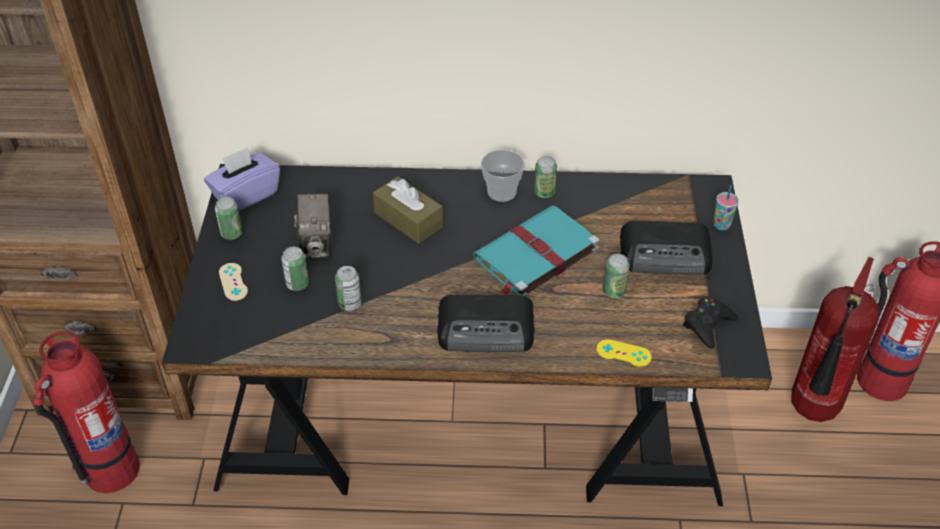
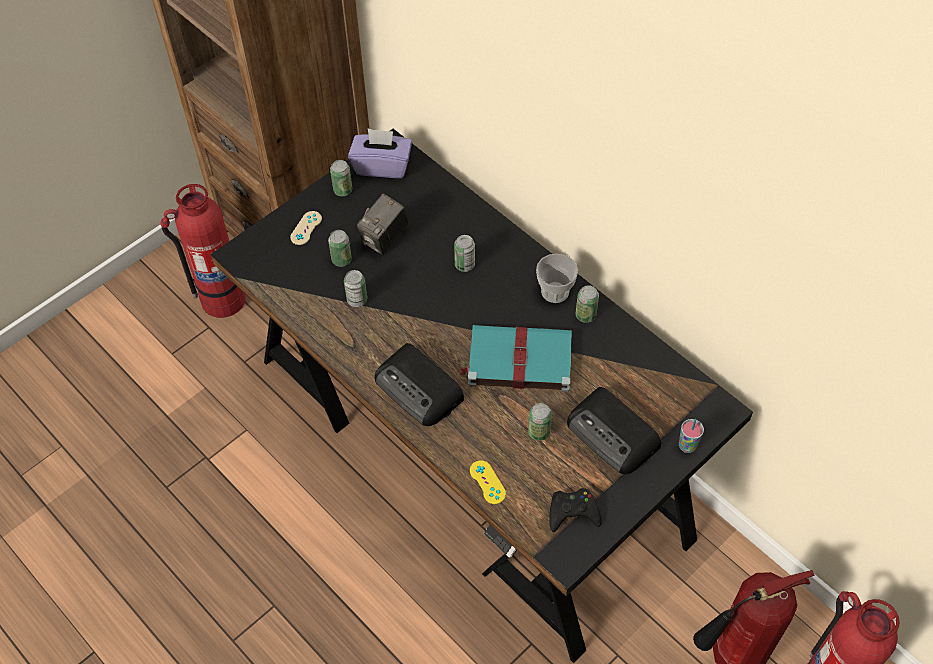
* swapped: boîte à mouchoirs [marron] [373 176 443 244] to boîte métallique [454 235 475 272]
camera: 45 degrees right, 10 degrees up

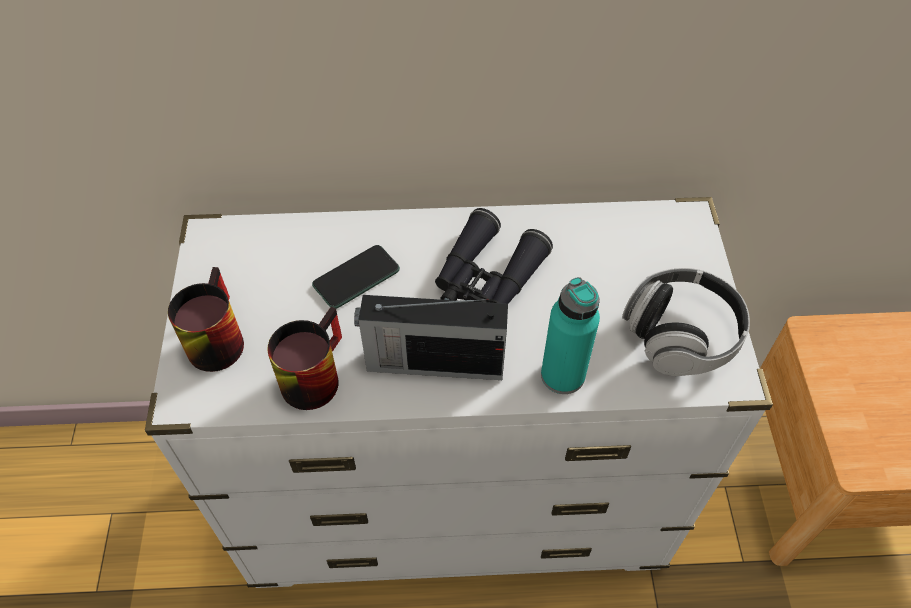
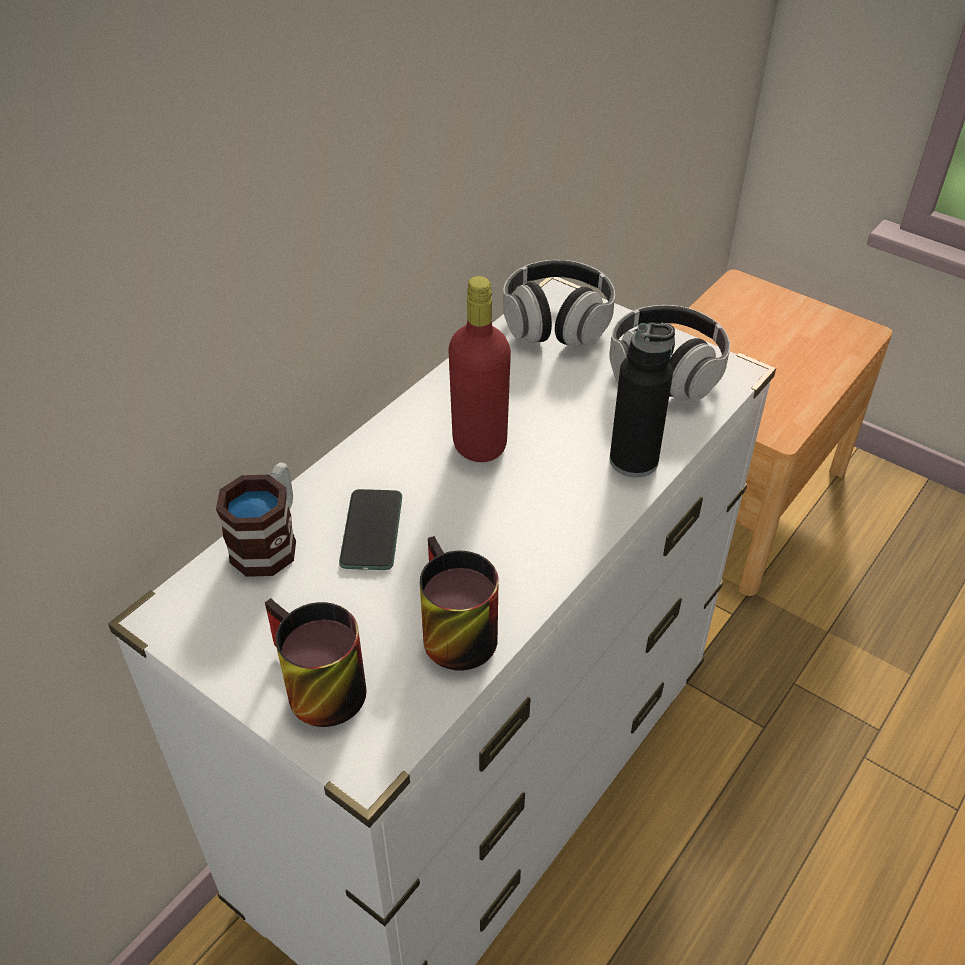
* gone: radio [354 295 508 380]
* swapped: jumelles [noir] [435 208 553 304] to bouteille [rouge] [448 276 511 462]
* repainted: bouteille [turquoise] [541 277 600 394] to bouteille [noir] [610 322 675 477]
* new: mug [216 463 296 577]
* new: casque audio [503 260 615 347]
camera: 50 degrees left, 10 degrees down

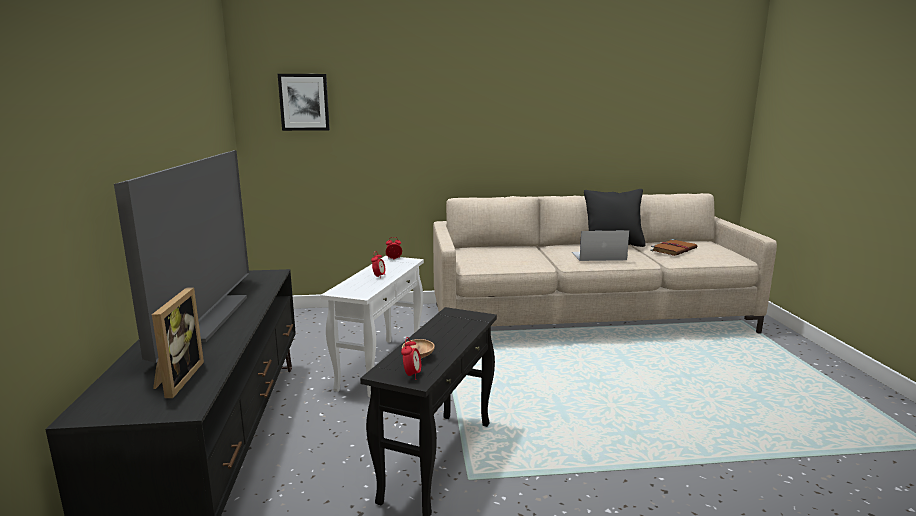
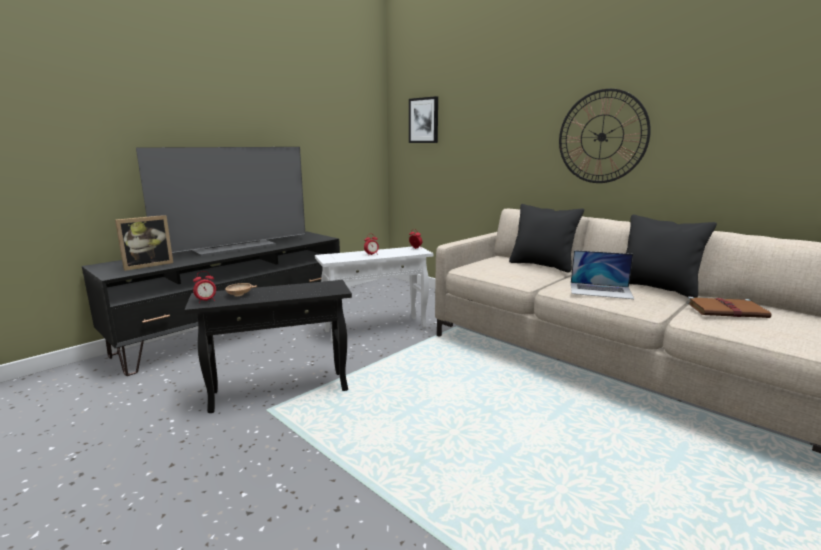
* rotated: ordinateur portable [572 230 629 261] = [571 250 634 299] 150 degrees clockwise
* new: coussin [noir] [509 204 584 272]
* new: horloge murale [559 89 651 183]
camera: 50 degrees right, 0 degrees up

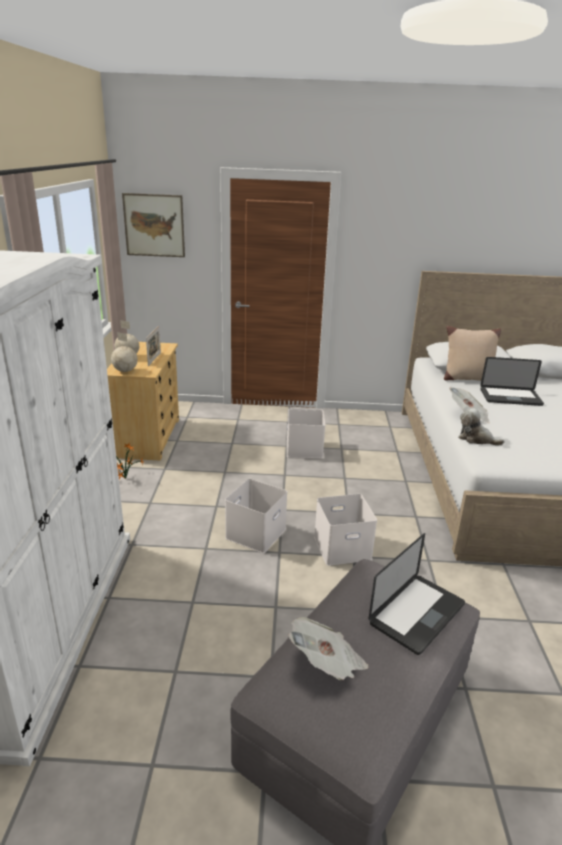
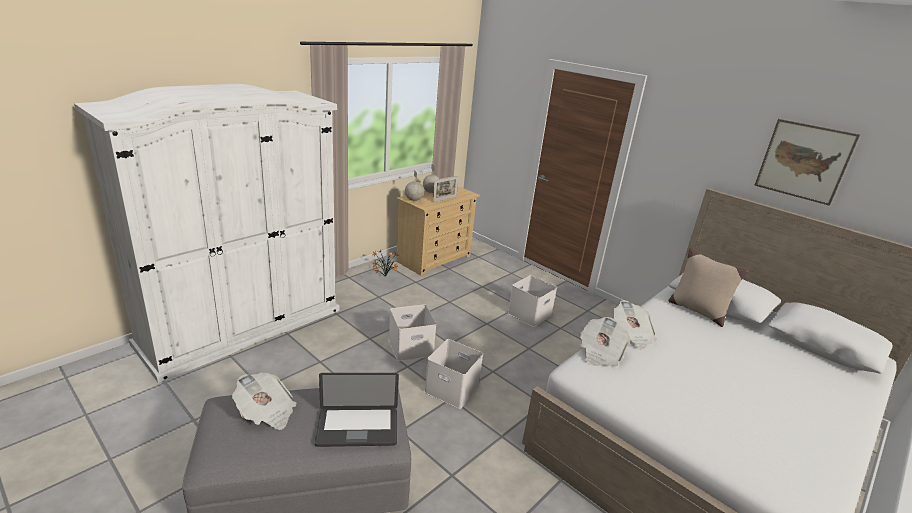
* shifted: tableau [122 193 185 257] to [754 119 860 206]
* swapped: peluche [458 408 505 446] to journal [580 317 630 366]
* gone: ordinateur portable [480 357 544 406]
camera: 40 degrees right, 0 degrees up

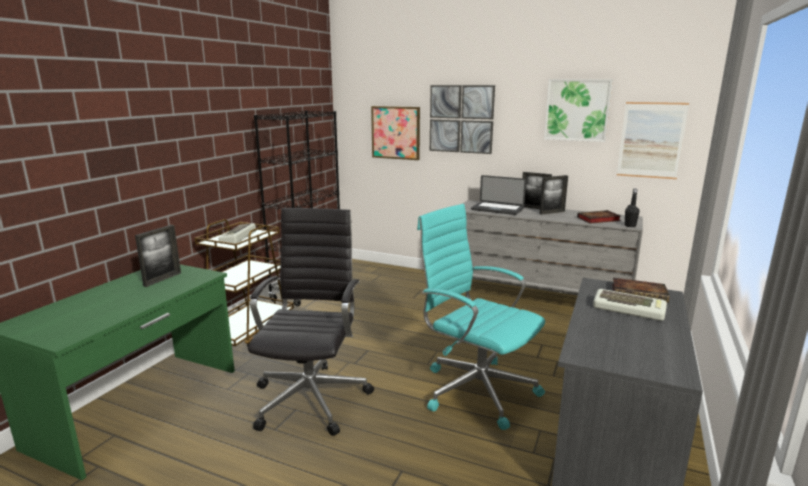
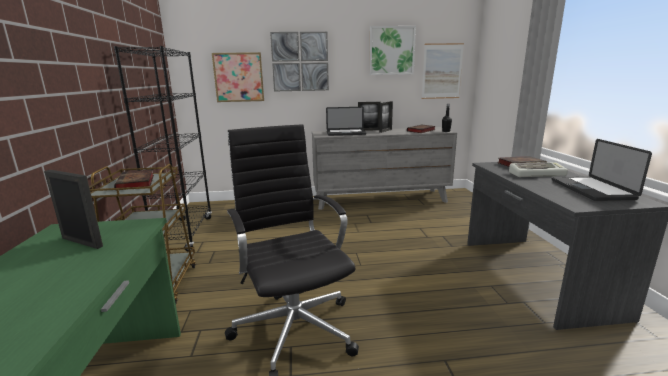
* rotated: cadre photo [135 225 181 287] = [44 170 103 249] 60 degrees counterclockwise
* swapped: clavier [219 223 256 244] to livre [114 169 154 190]
* gone: chaise de bureau [turquoise] [417 204 545 430]
* new: ordinateur portable [552 139 652 201]
camera: 30 degrees left, 0 degrees up

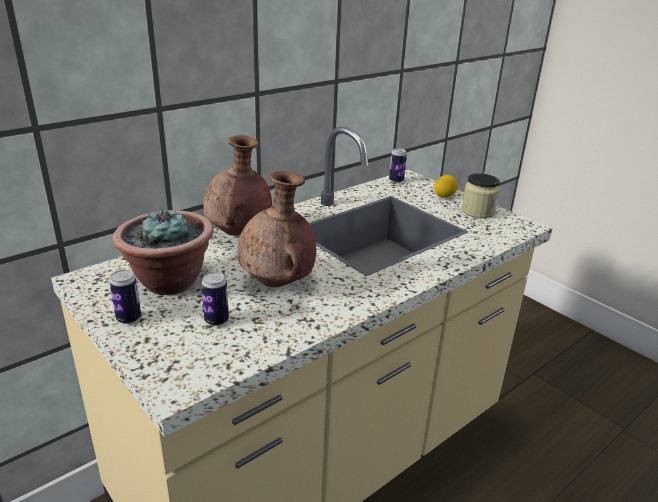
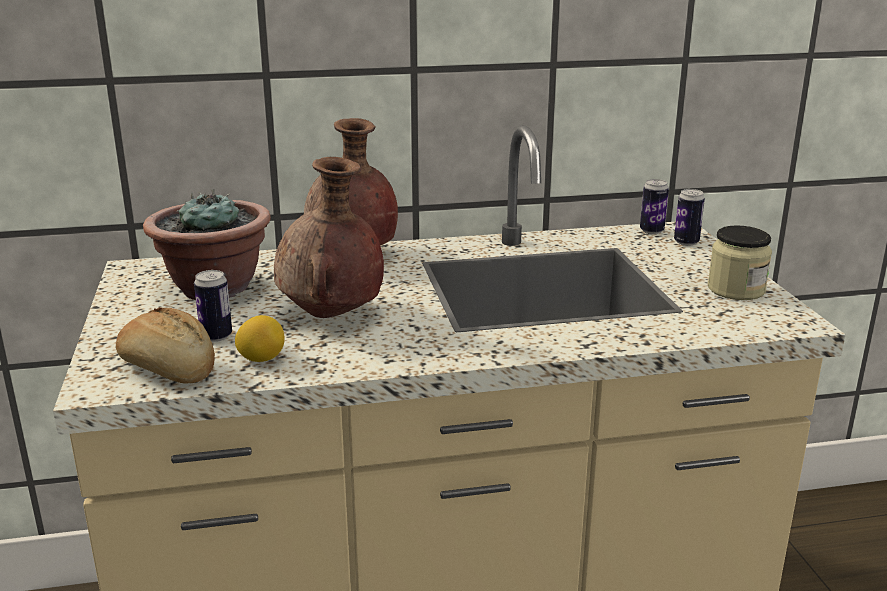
* shifted: boîte métallique [110 270 141 324] to [674 189 705 246]
* shifted: citron [434 175 458 198] to [235 315 285 362]
* new: pain [116 307 215 384]
camera: 30 degrees right, 5 degrees down

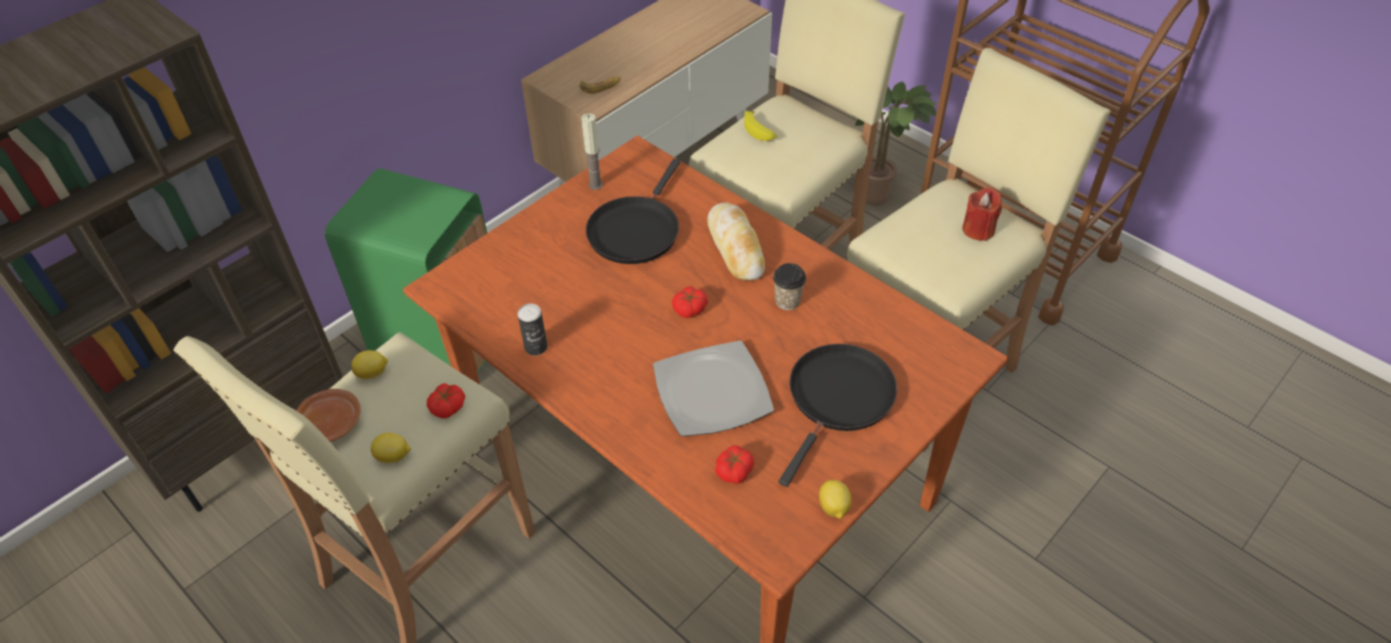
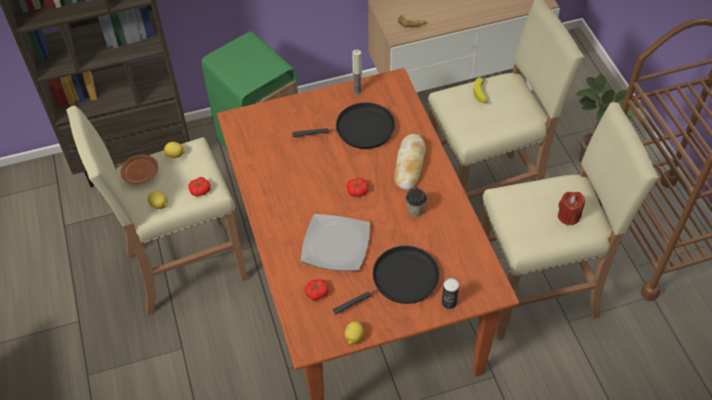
* shifted: boîte métallique [518 304 548 356] to [442 278 459 309]
* rotated: poêle [noir] [586 159 680 264] = [292 102 395 149] 150 degrees counterclockwise
camera: 30 degrees right, 5 degrees up

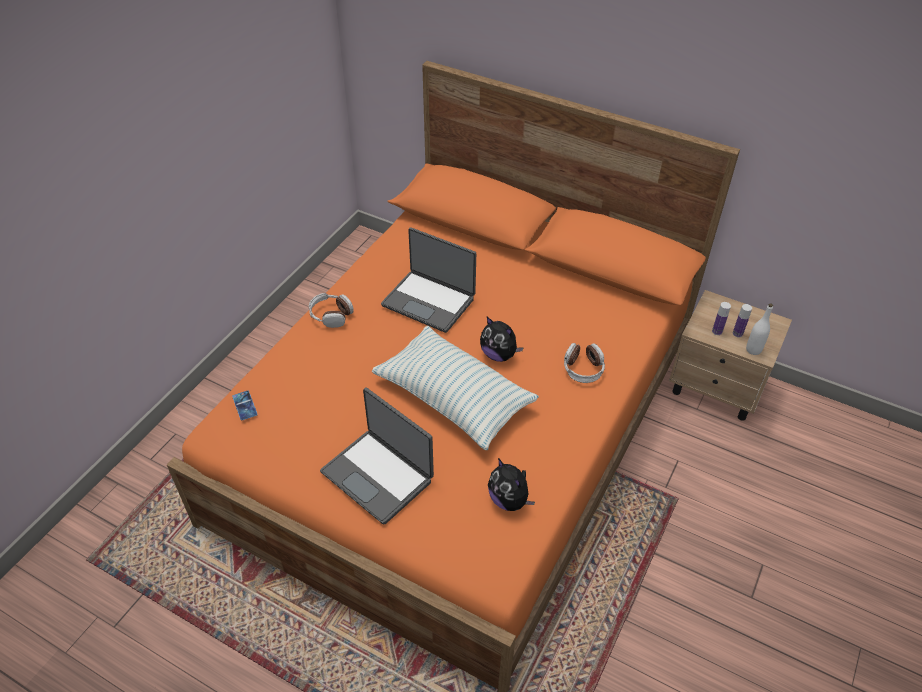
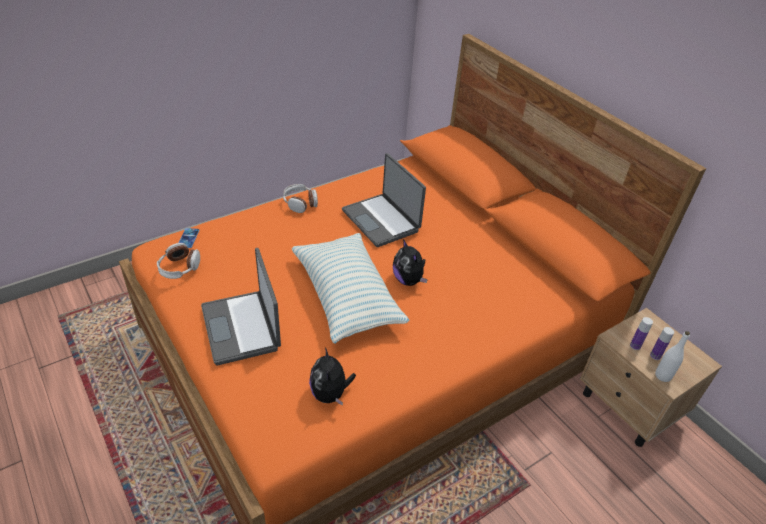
* shifted: casque audio [564 343 605 383] to [157 243 200 279]
camera: 25 degrees right, 5 degrees down

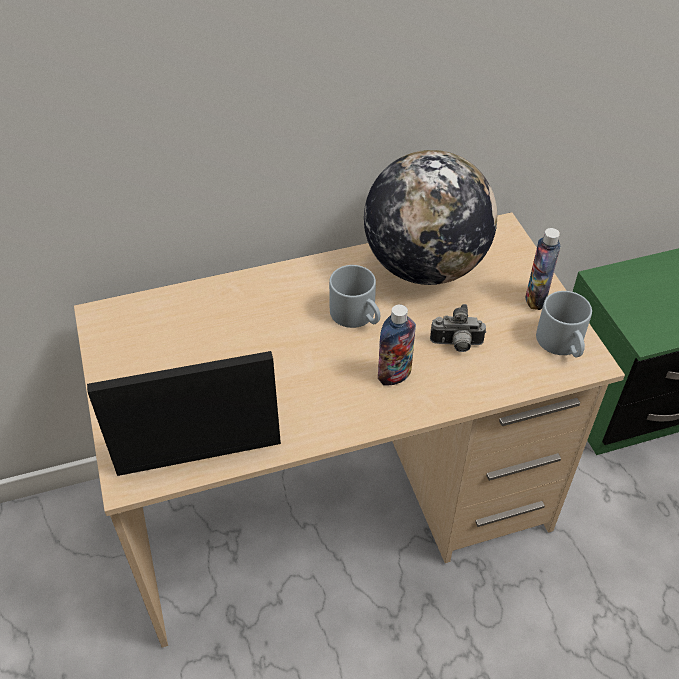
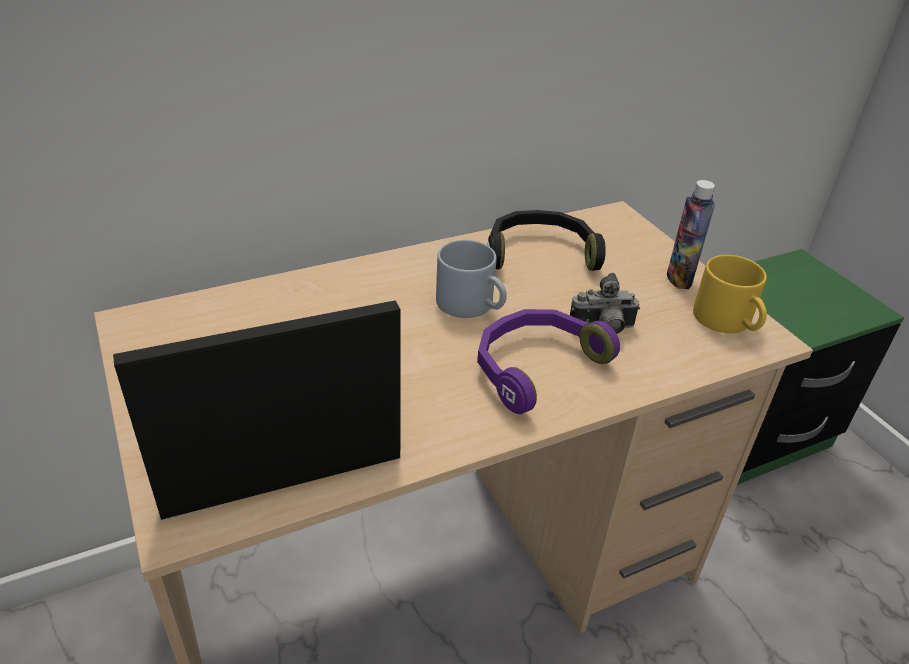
* swapped: globe [364 150 497 285] to casque audio [noir] [488 210 606 271]
* swapped: bouteille [378 304 416 386] to casque audio [violet] [477 309 620 414]
* repainted: mug [gris] [536 291 592 357] to mug [jaune] [693 255 767 333]
camera: 10 degrees left, 10 degrees down

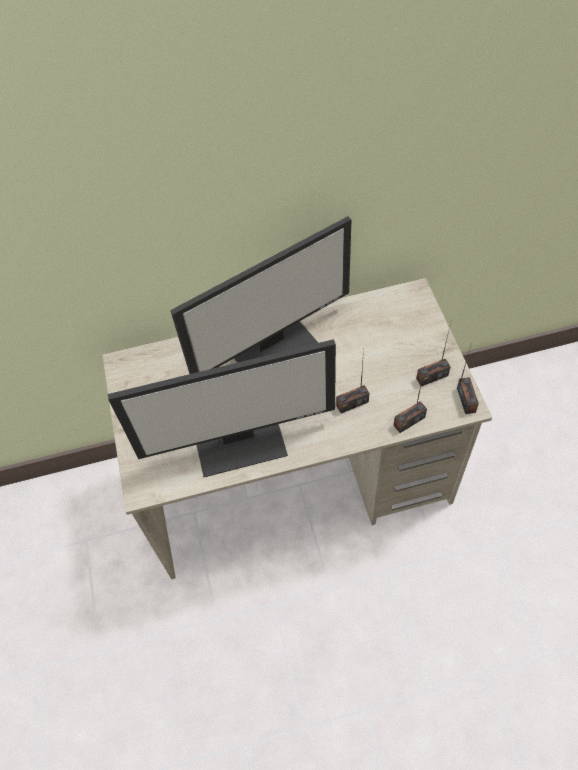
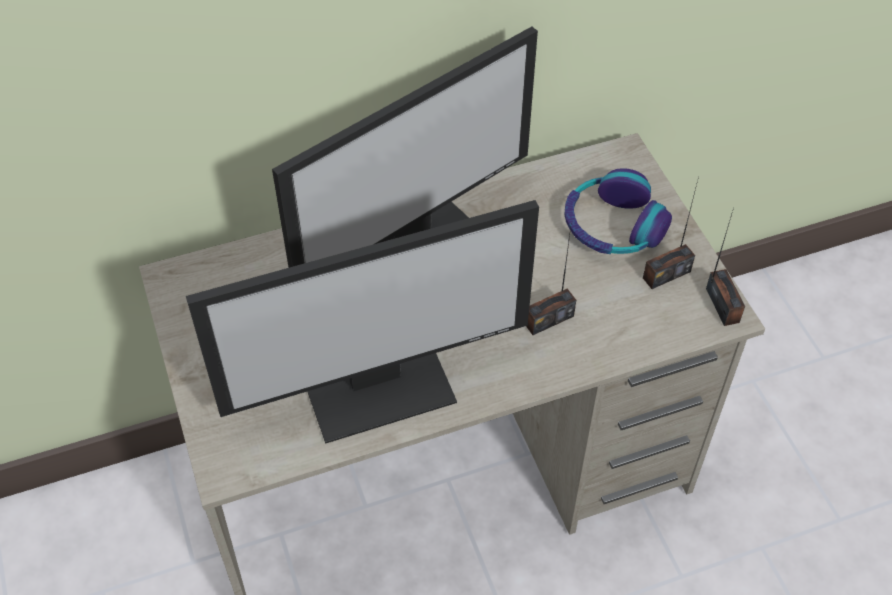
* gone: radio [393 365 427 433]
* new: casque audio [565 168 672 254]
camera: 10 degrees left, 5 degrees down

